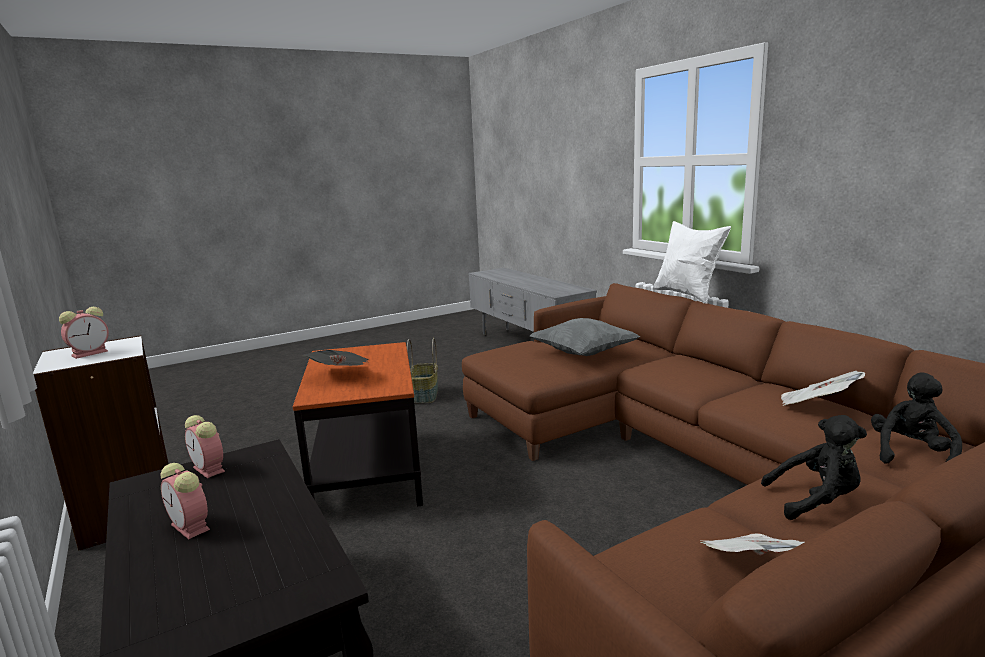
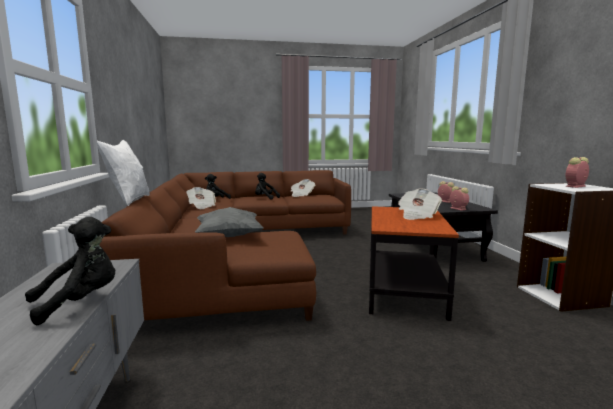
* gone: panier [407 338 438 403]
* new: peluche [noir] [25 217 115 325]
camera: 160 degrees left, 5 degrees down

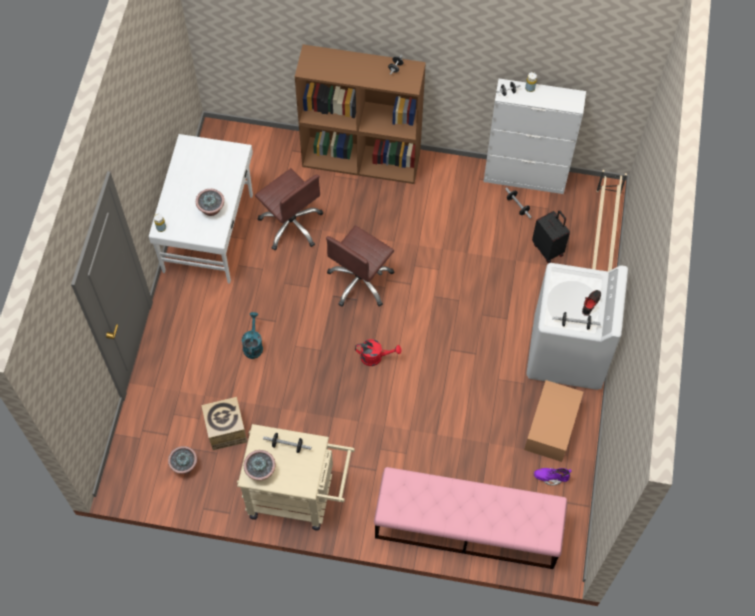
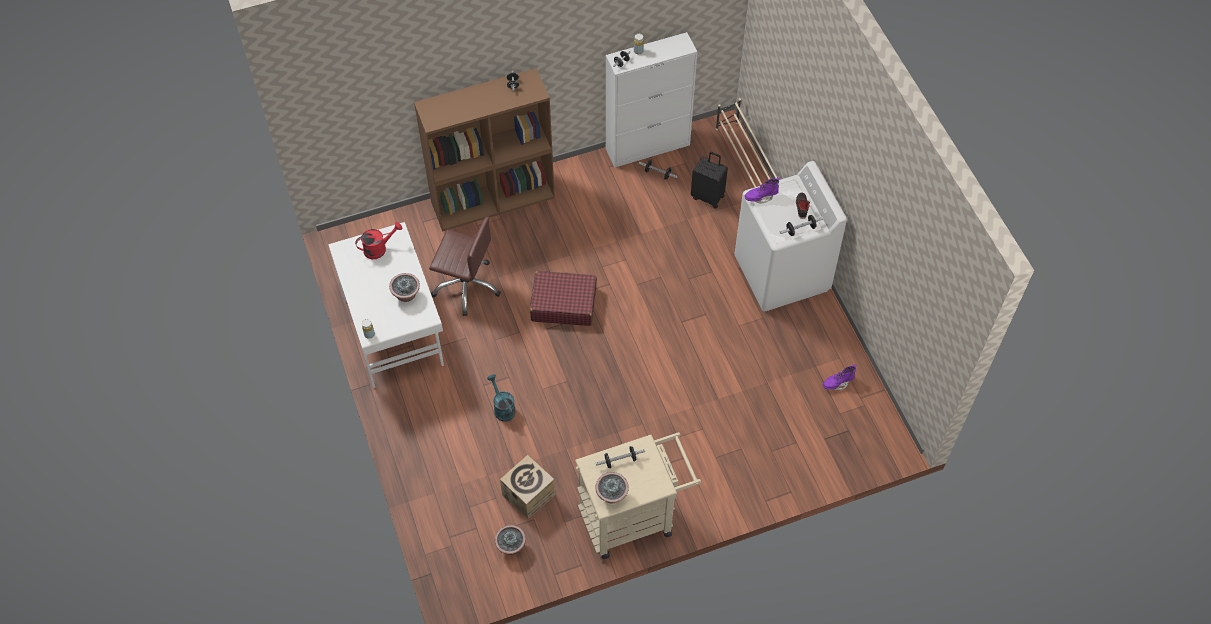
* swapped: chaise de bureau [marron] [326 225 394 307] to valise [rouge] [530 271 597 326]
* shifted: arrosoir [rouge] [355 339 402 366] to [355 222 402 259]
* gone: banc [rose] [374 467 567 569]
* gone: carton [524 380 583 462]
* new: botte [violet] [744 177 780 204]
camera: 30 degrees left, 5 degrees down

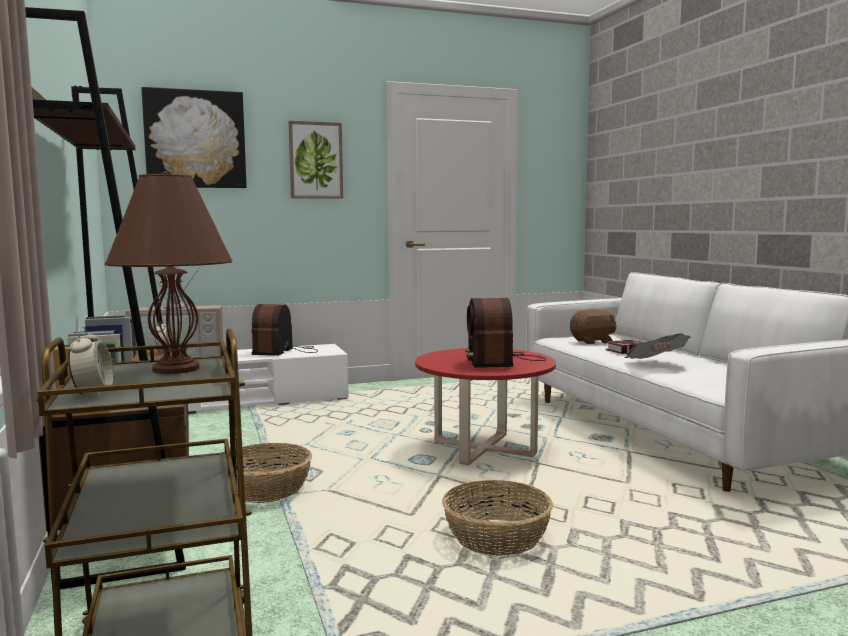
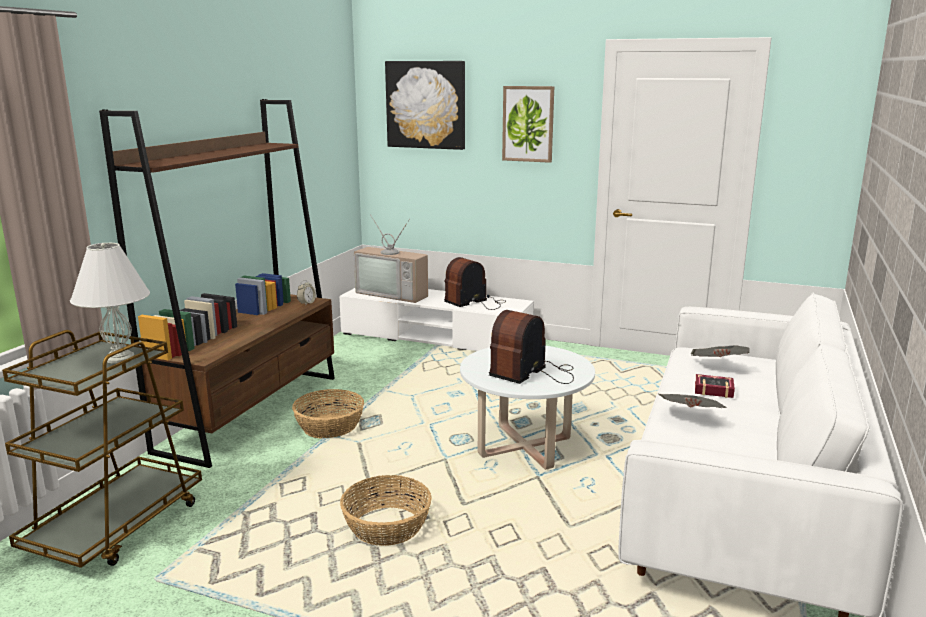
* gone: réveil [68 326 114 397]
* repainted: lampe de table [marron] [104 171 232 374] to lampe de table [blanc] [70 243 150 363]
* repainted: table basse [rouge] [415 348 556 465] to table basse [blanc] [460 346 595 470]
* swapped: peluche [marron] [570 309 617 344] to journal [691 345 750 357]
camera: 40 degrees right, 10 degrees up

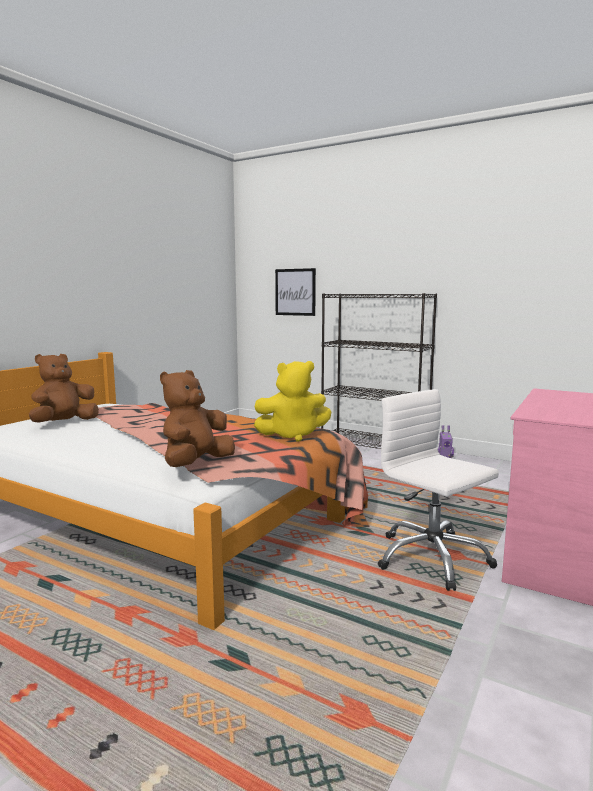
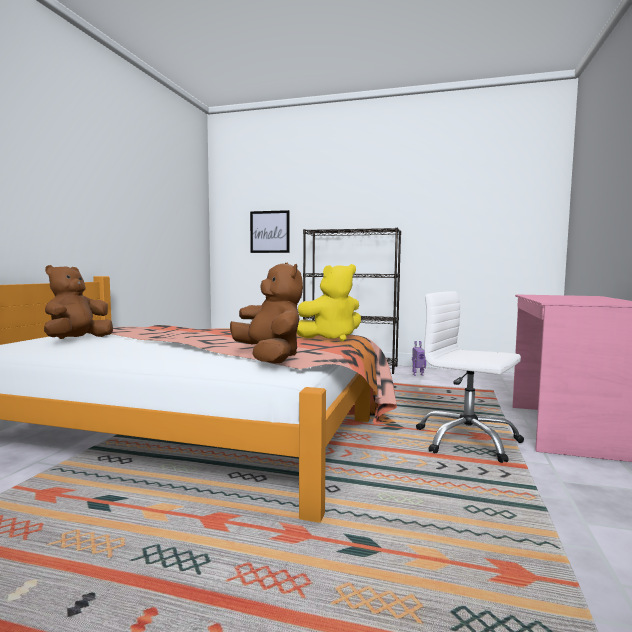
* rotated: peluche [marron] [160 370 235 467] = [230 262 303 364] 135 degrees clockwise
camera: 15 degrees left, 5 degrees down

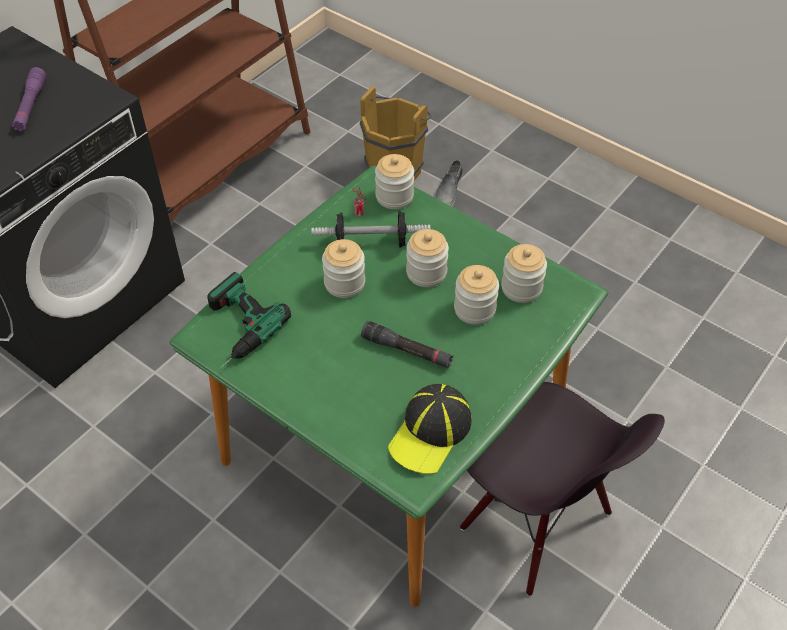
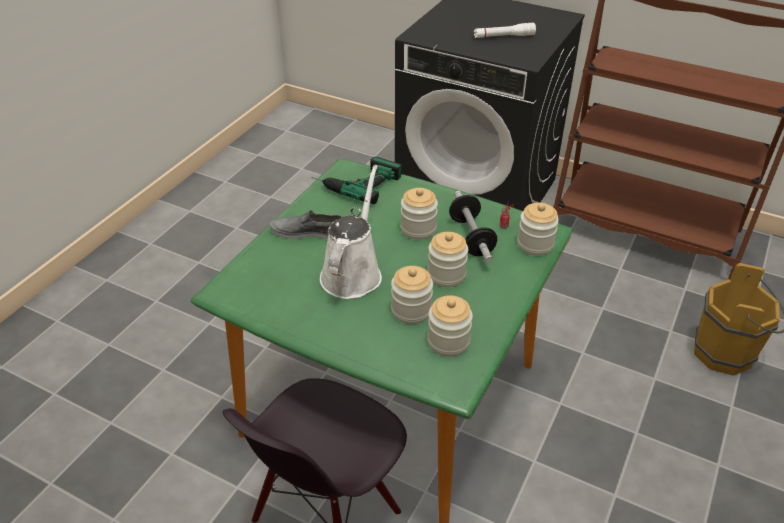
* repainted: lampe de poche [violet] [12 67 46 132] to lampe de poche [blanc] [474 23 536 38]
* swapped: lampe de poche [noir] [361 321 453 368] to arrosoir [blanc] [320 165 382 299]
* gone: casquette [388 384 471 474]
* shifted: chaussure [gris] [435 160 463 207] to [270 210 342 240]
camera: 80 degrees right, 10 degrees down

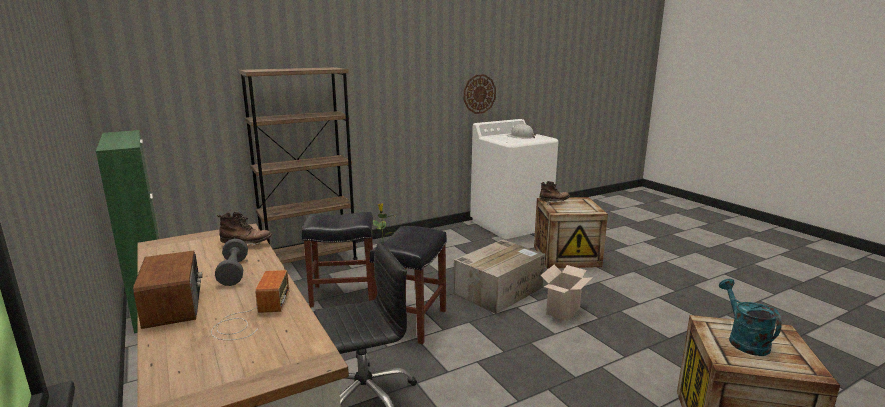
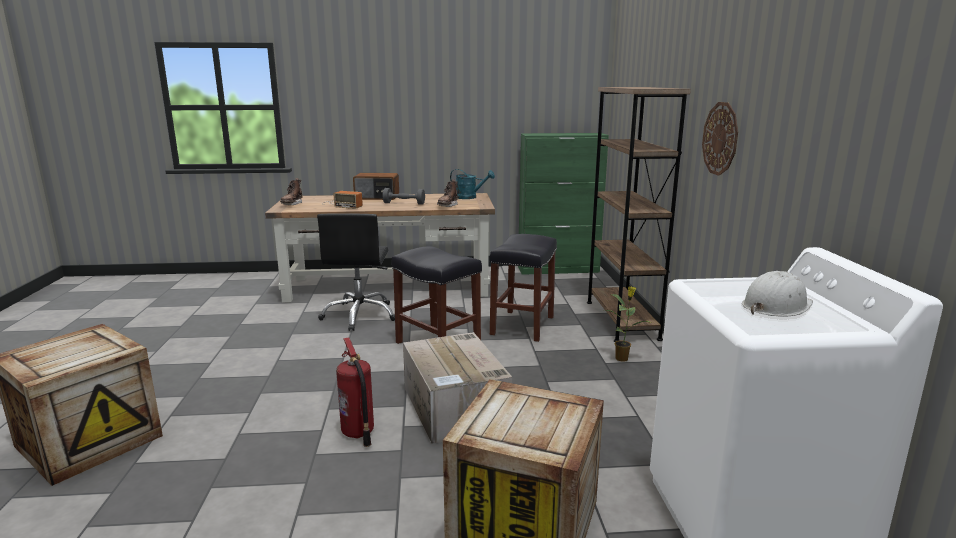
* shifted: horloge murale [464 74 496 114] to [702 102 738 176]
* shifted: botte [marron] [539 181 570 205] to [280 178 303 205]
* swapped: carton [540 265 593 321] to extincteur [336 337 374 447]
* shifted: arrosoir [turquoise] [719 279 782 356] to [450 169 495 199]
camera: 115 degrees right, 0 degrees up

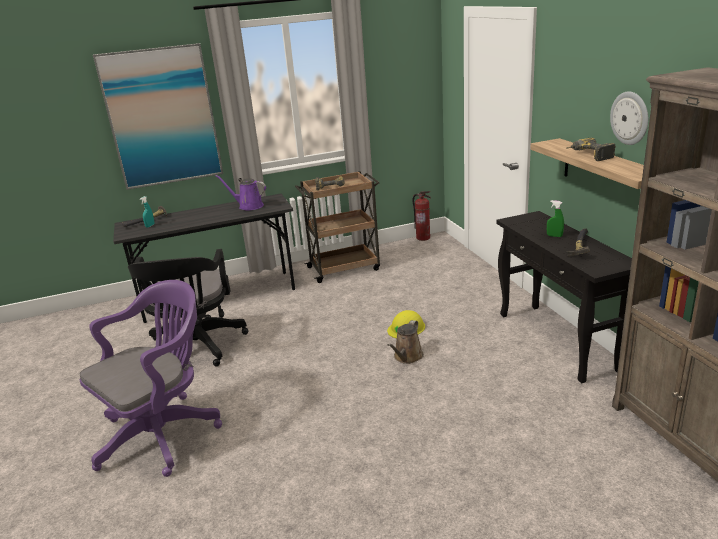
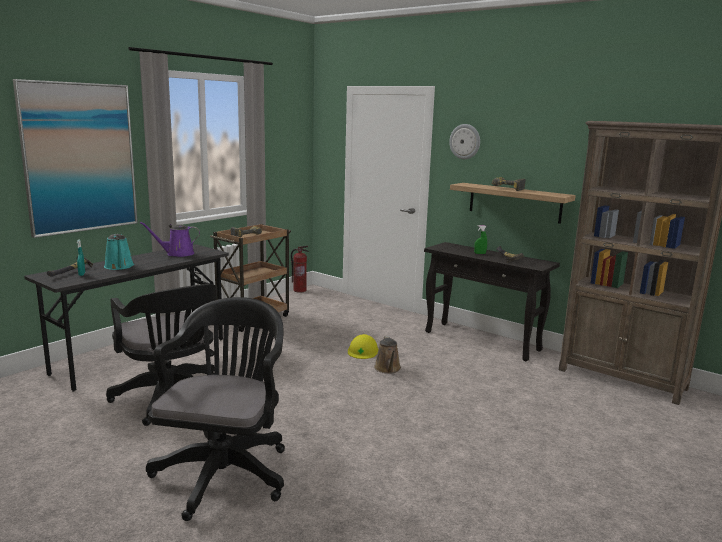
* repainted: chaise de bureau [violet] [80 280 222 477] to chaise de bureau [noir] [146 297 285 521]
* shifted: horloge murale [610 91 648 145] to [449 124 480 159]
* new: arrosoir [turquoise] [104 234 134 270]
camera: 35 degrees left, 10 degrees down

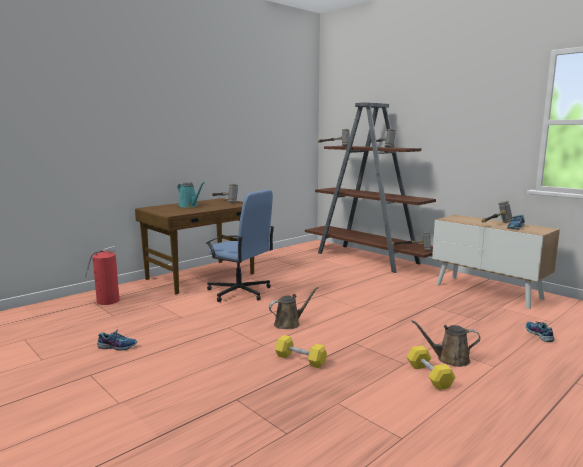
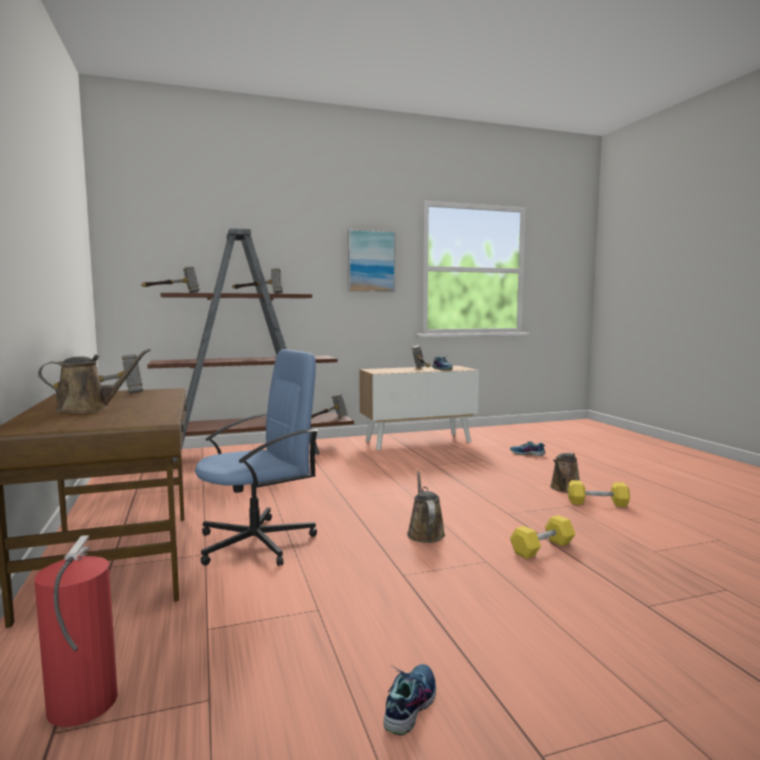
* repainted: arrosoir [turquoise] [178 182 205 207] to arrosoir [marron] [38 348 151 413]
* new: tableau [348 229 395 292]
camera: 65 degrees left, 5 degrees down

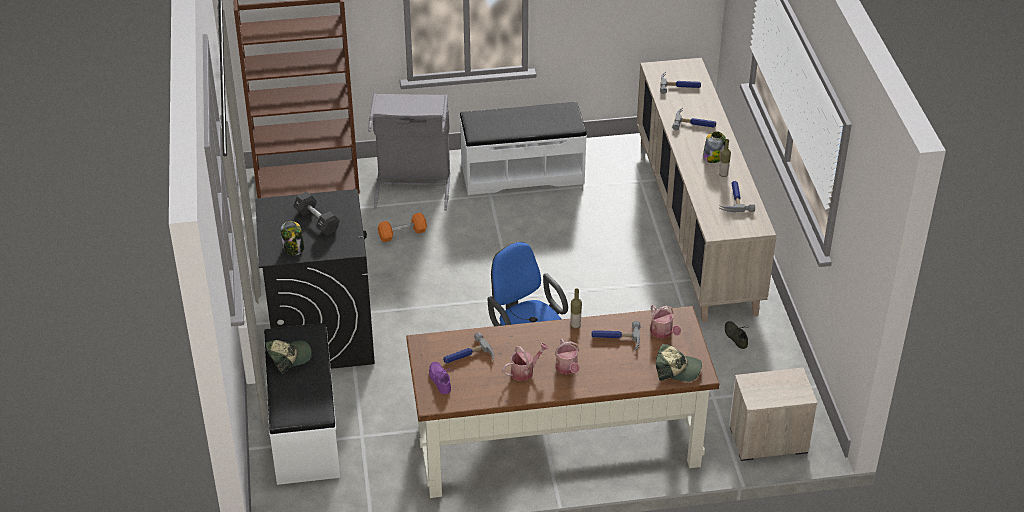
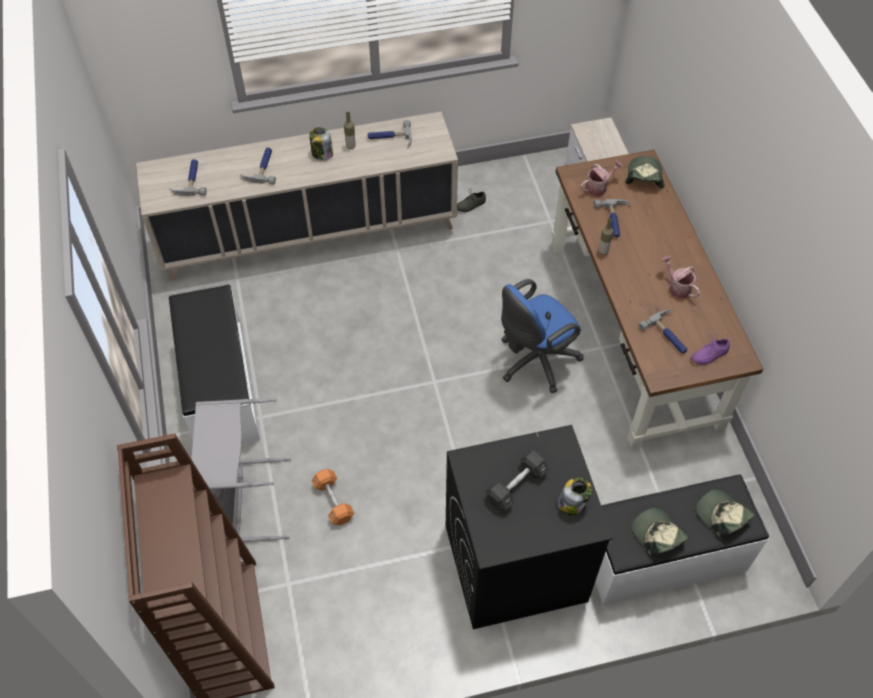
* gone: arrosoir [555 339 580 374]
* new: casquette [696 489 755 539]
camera: 95 degrees left, 15 degrees up

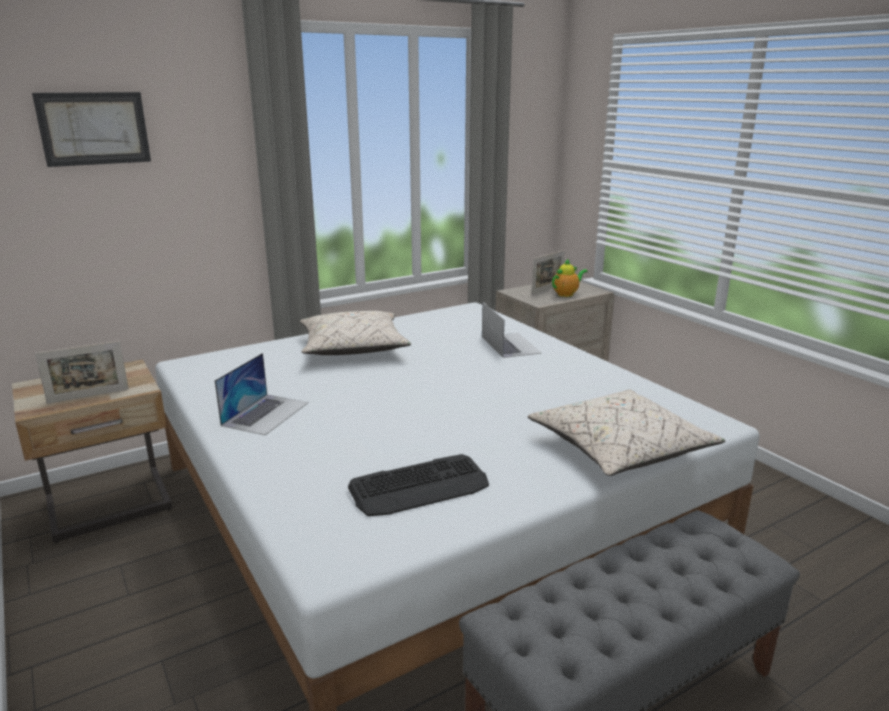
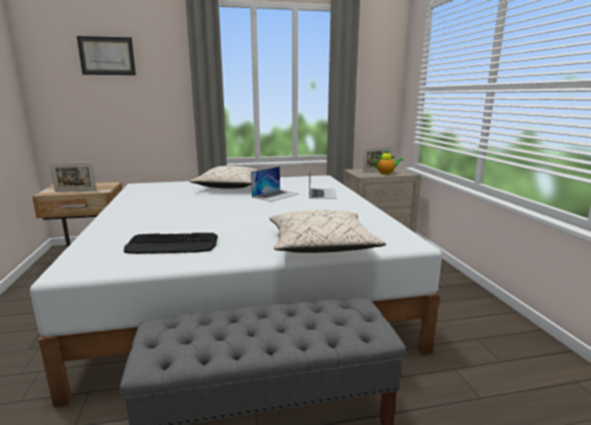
* shifted: ordinateur portable [215 353 308 435] to [251 166 298 202]
camera: 20 degrees right, 5 degrees down

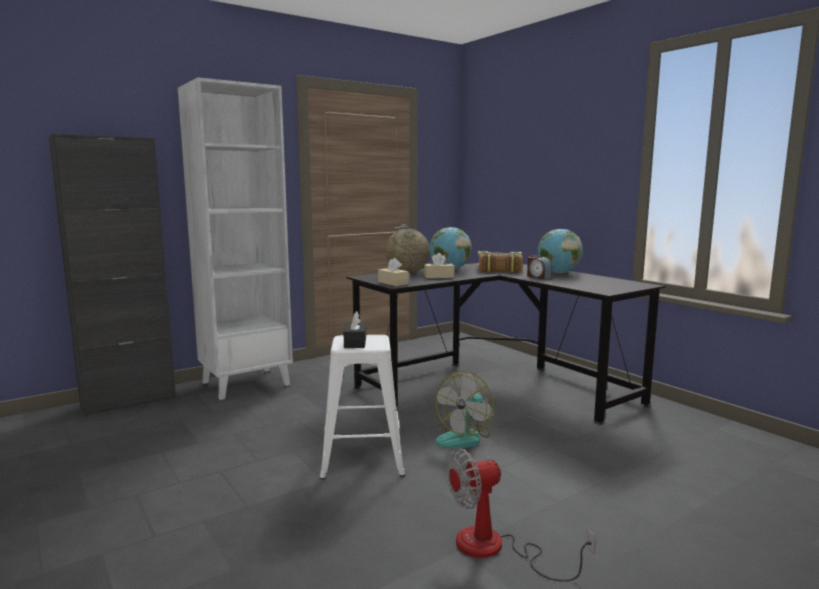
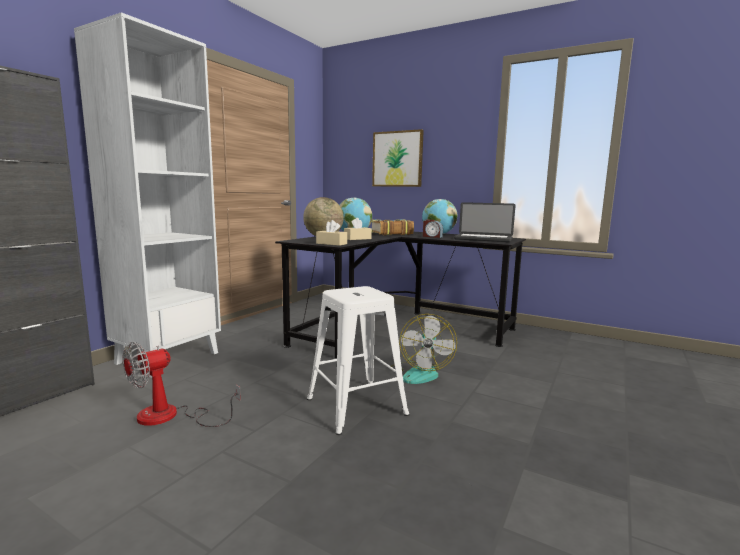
* gone: boîte à mouchoirs [noir] [344 311 366 348]
* shifted: ventilateur [446 448 596 582] to [122 342 241 427]
* new: tableau [372 129 424 187]
* new: ordinateur portable [454 202 516 242]
camera: 25 degrees left, 0 degrees up

